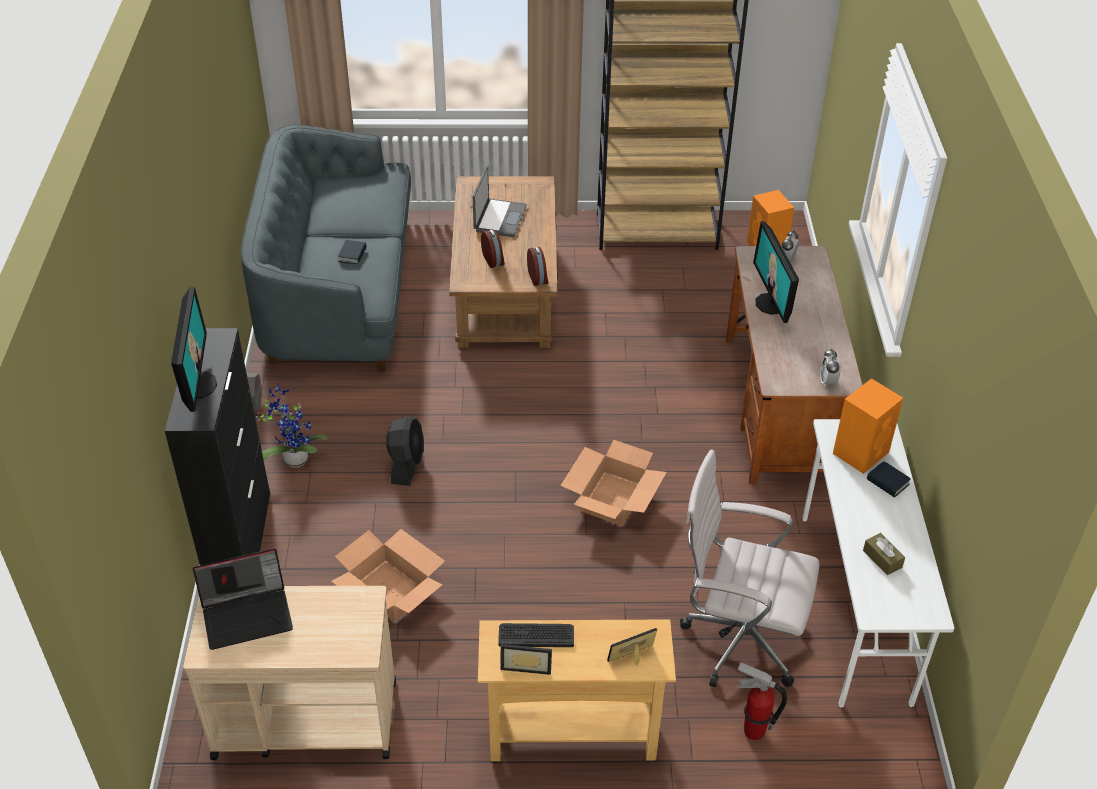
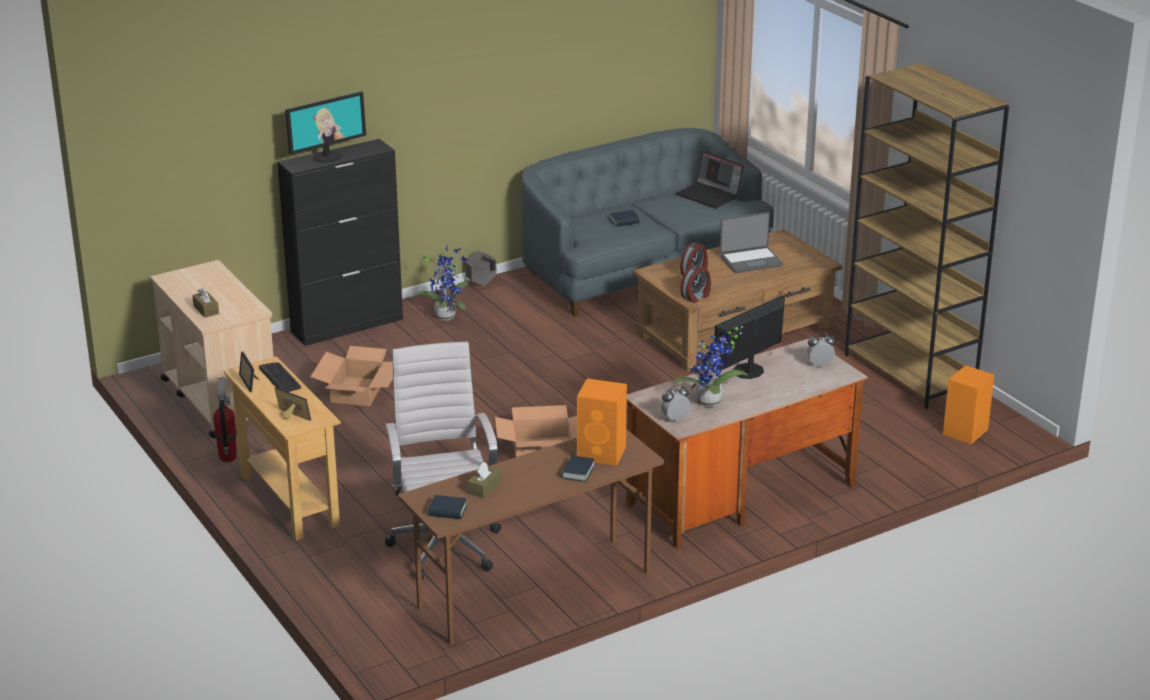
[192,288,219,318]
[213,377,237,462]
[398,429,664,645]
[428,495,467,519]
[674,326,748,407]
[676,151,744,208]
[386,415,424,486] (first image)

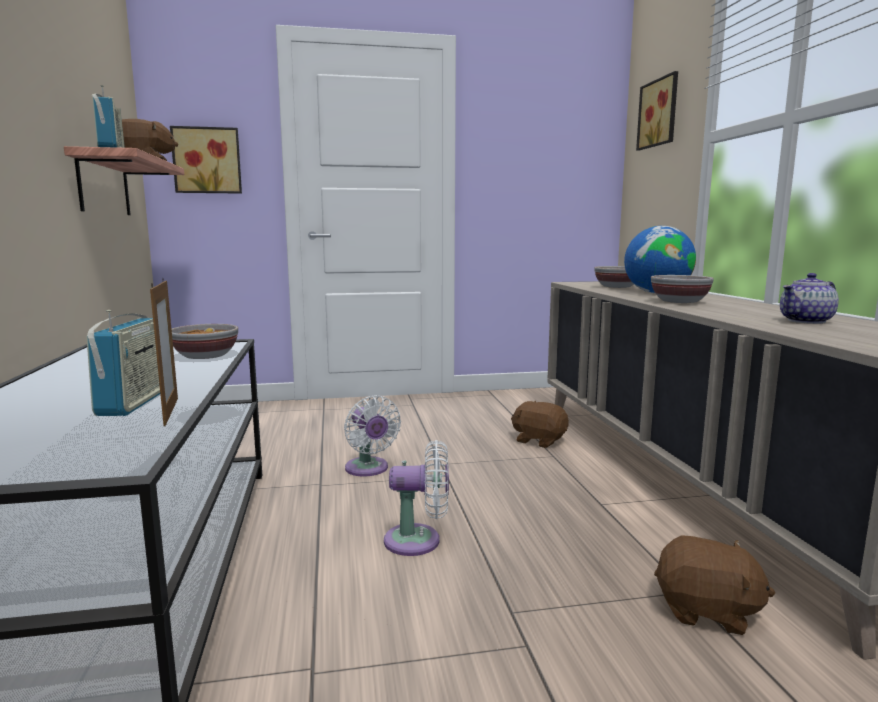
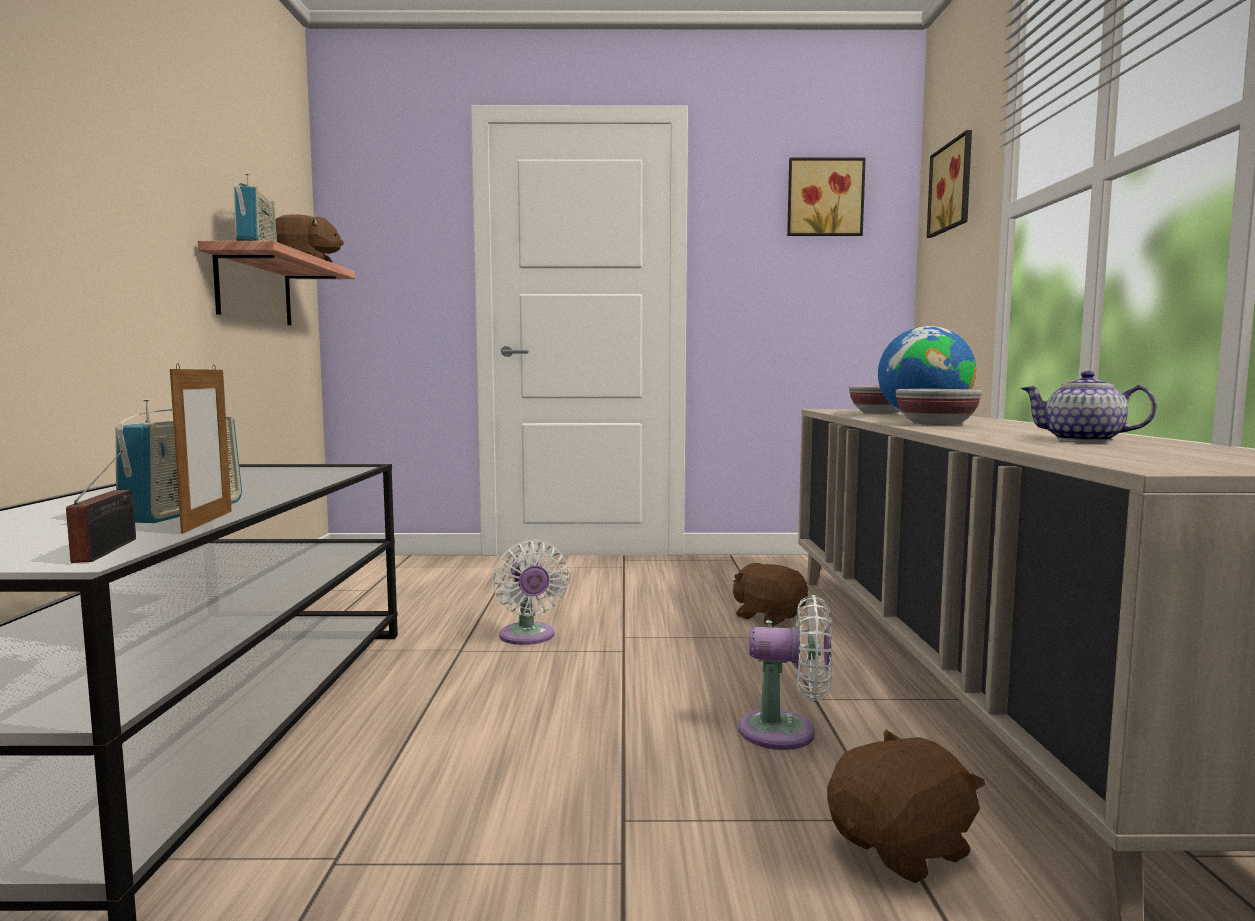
[66,450,136,563]
[738,595,832,750]
[787,158,866,236]
[827,730,986,883]
[1020,371,1157,442]
[172,324,238,359] (first image)

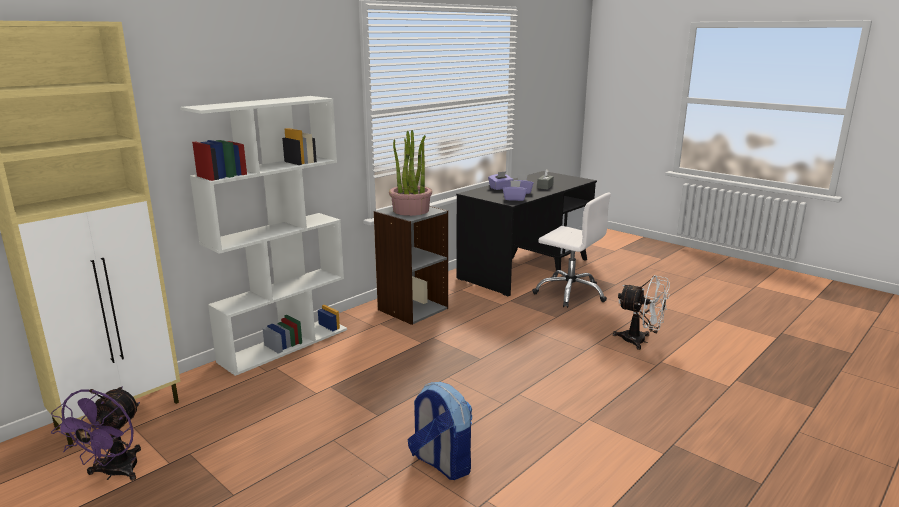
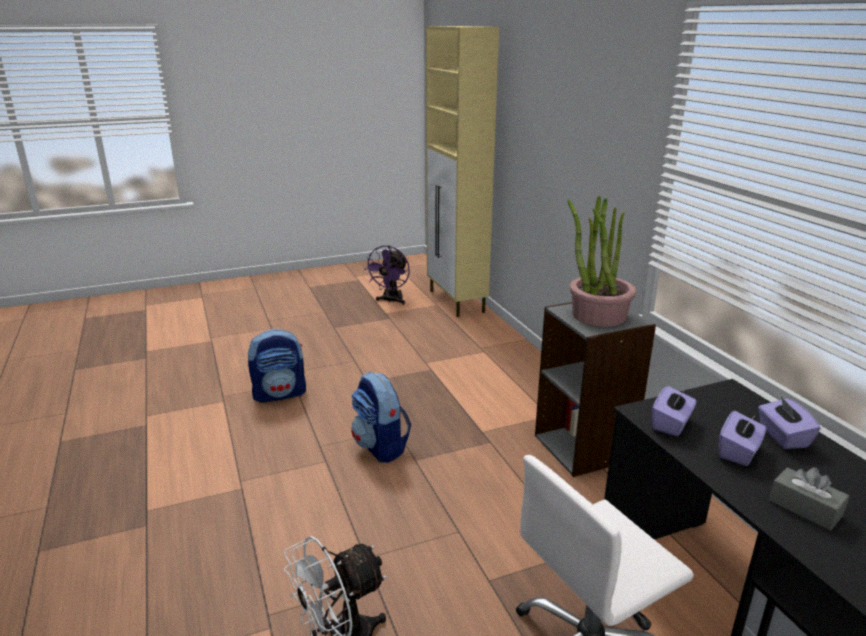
[351,372,411,463]
[364,245,410,305]
[180,96,347,376] (first image)

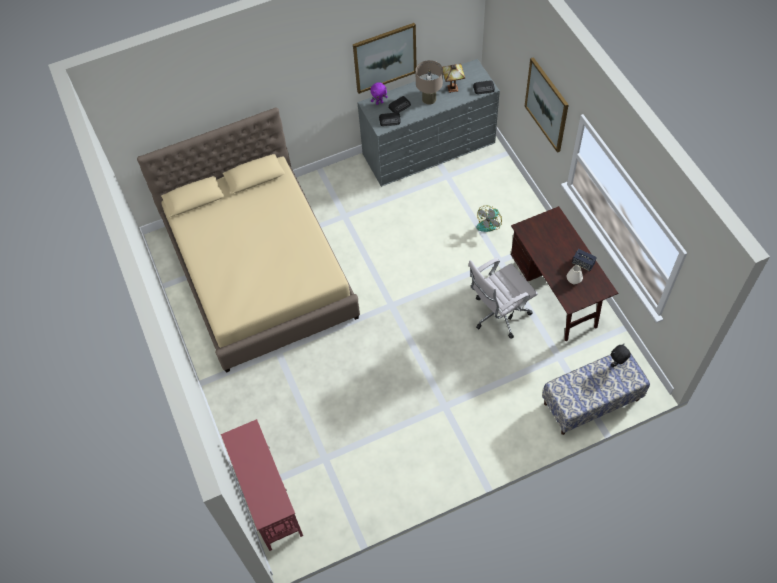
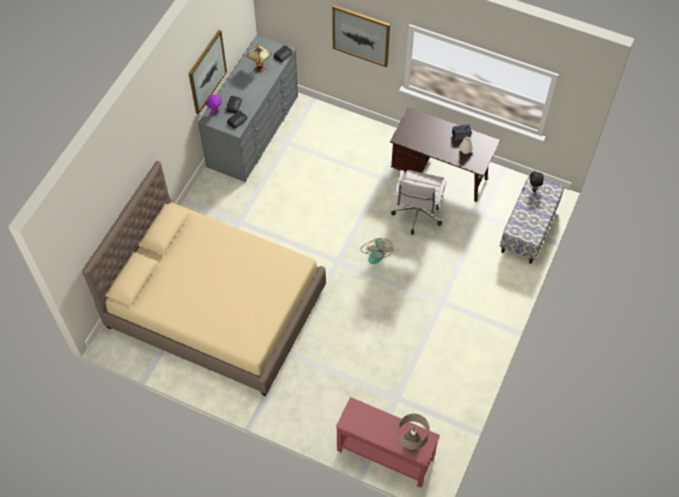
[360,238,394,264]
[398,414,429,452]

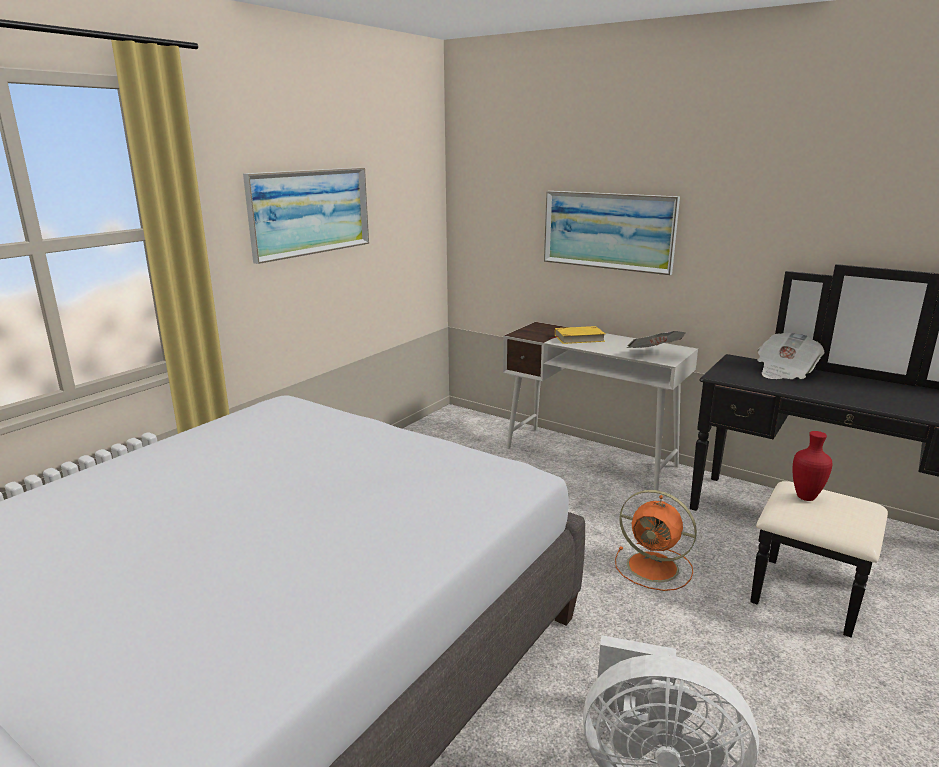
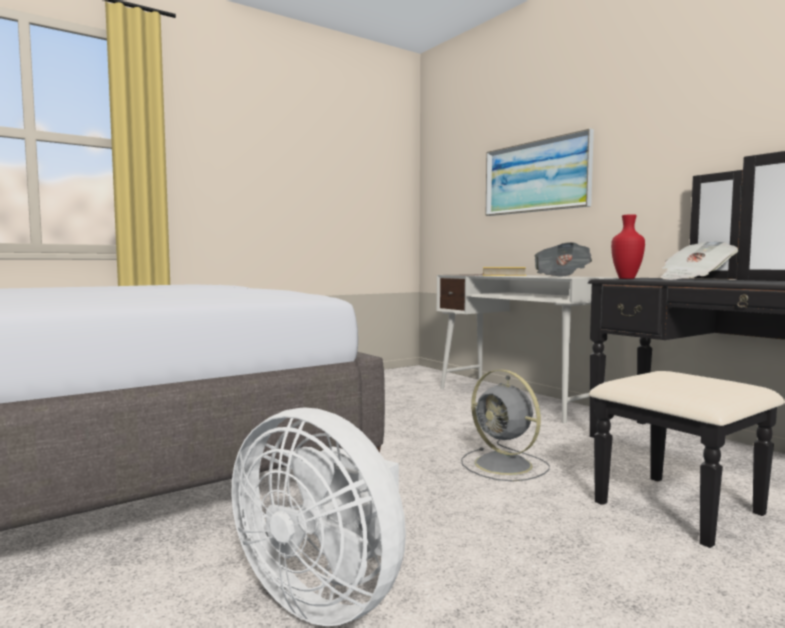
[461,369,550,482]
[611,214,645,279]
[243,167,369,264] (first image)

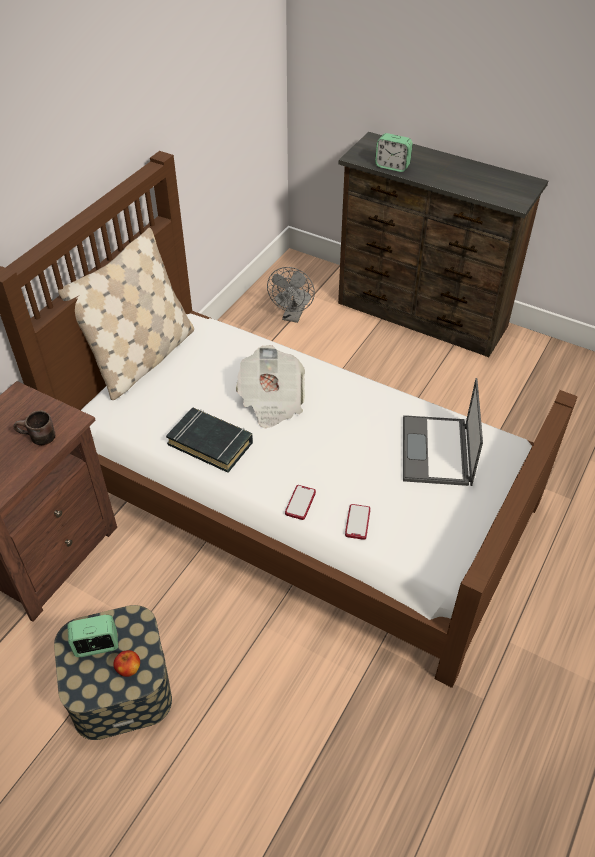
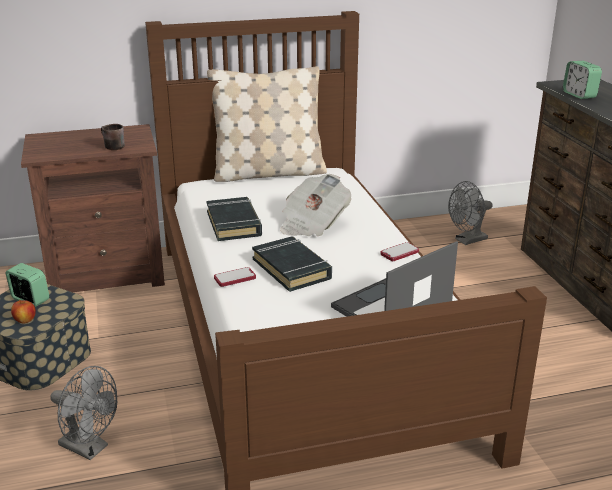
[50,366,117,460]
[252,236,332,292]
[380,242,419,261]

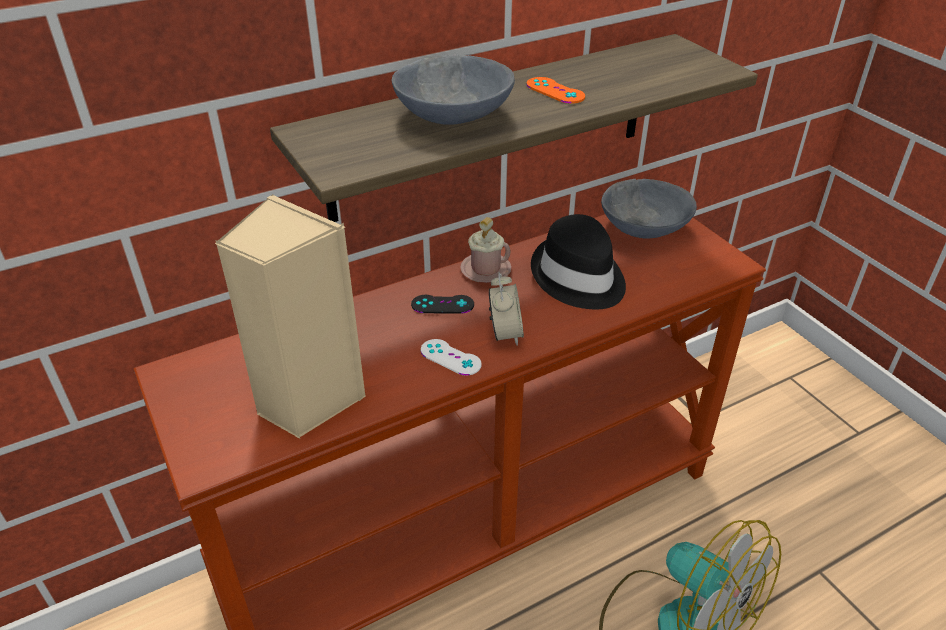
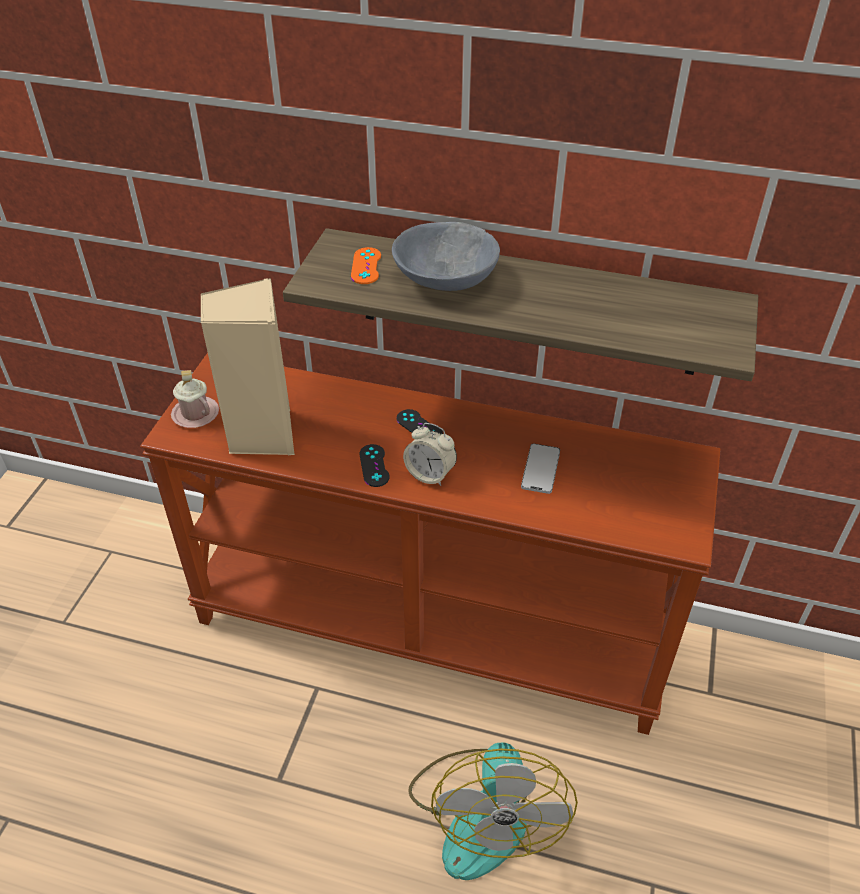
[171,370,219,428]
[351,247,381,284]
[359,444,390,487]
[403,423,457,486]
[521,444,560,494]
[601,179,697,239] (first image)

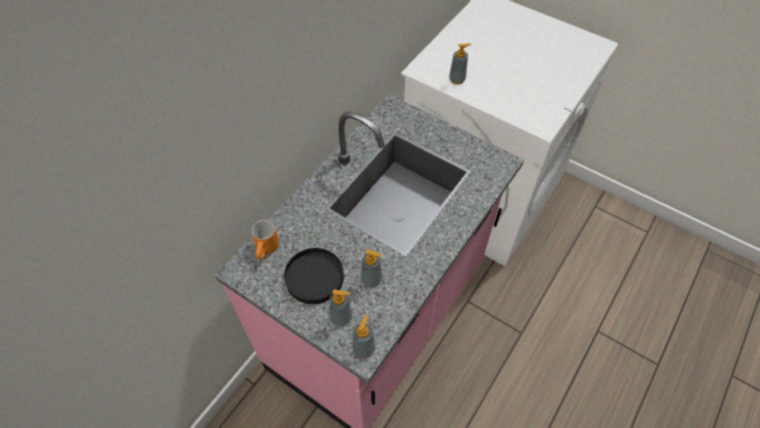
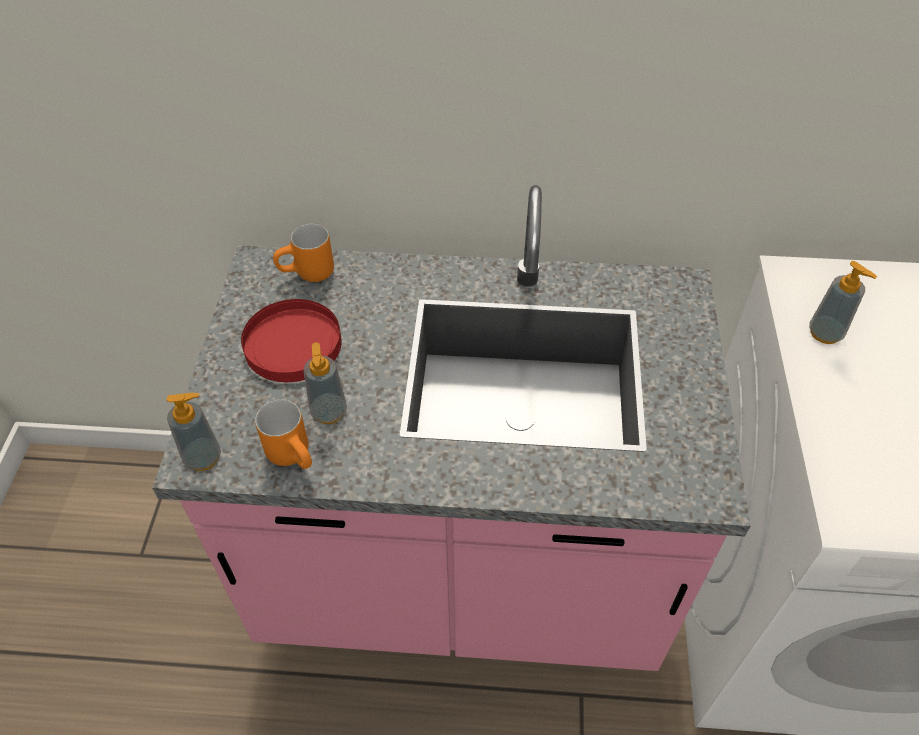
[241,299,342,382]
[255,400,312,469]
[329,290,352,326] (first image)

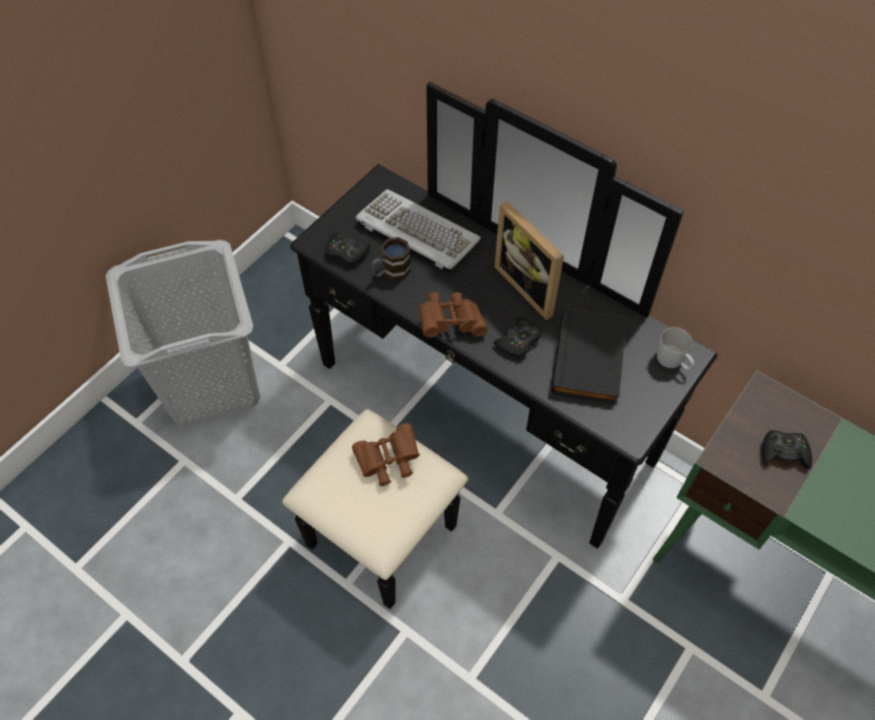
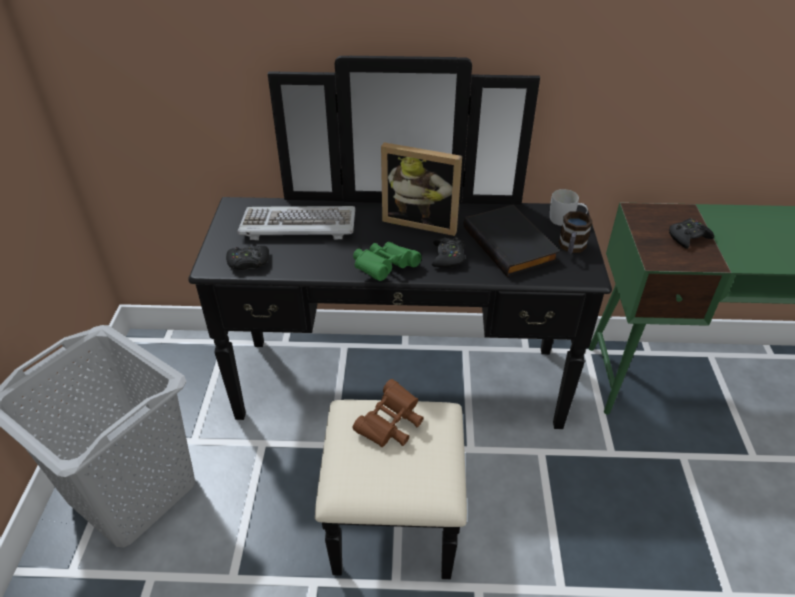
[353,242,422,281]
[559,211,593,254]

